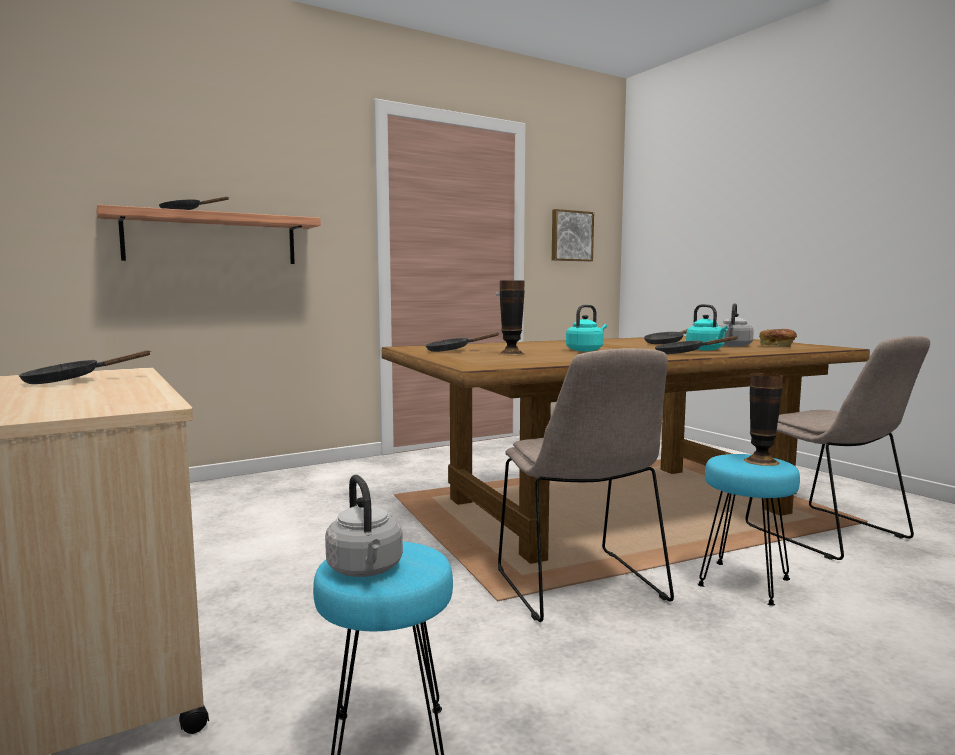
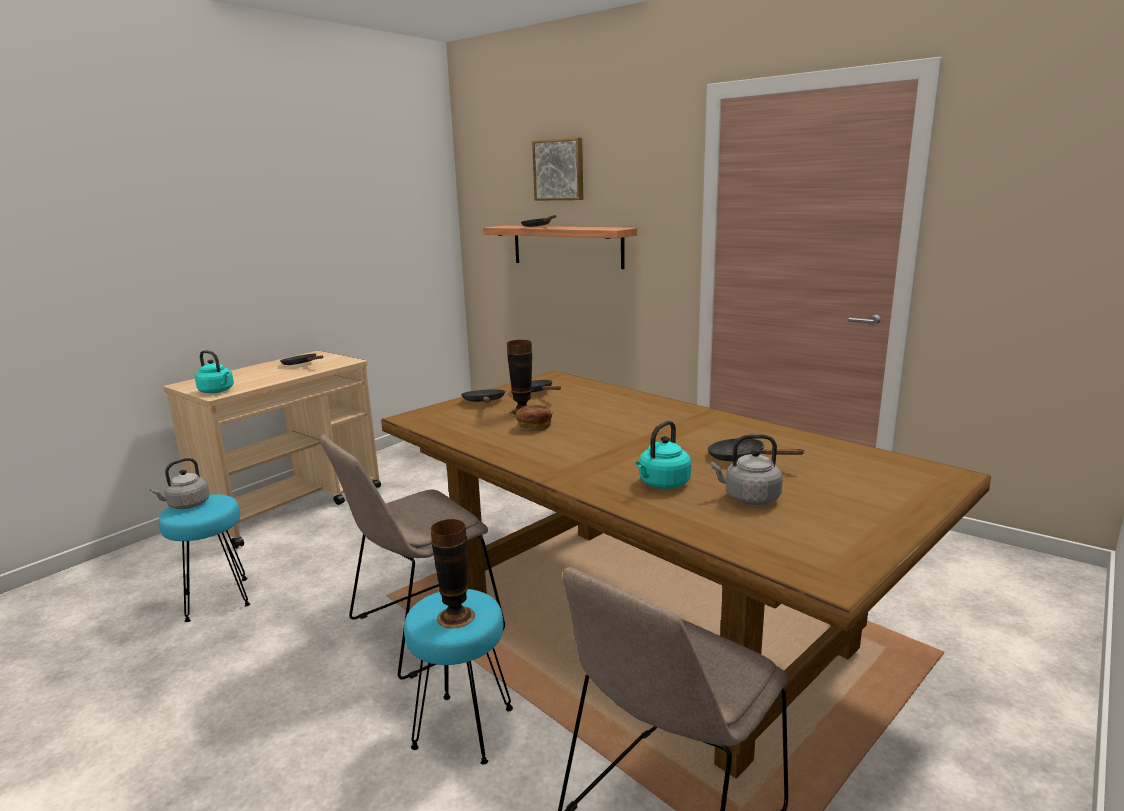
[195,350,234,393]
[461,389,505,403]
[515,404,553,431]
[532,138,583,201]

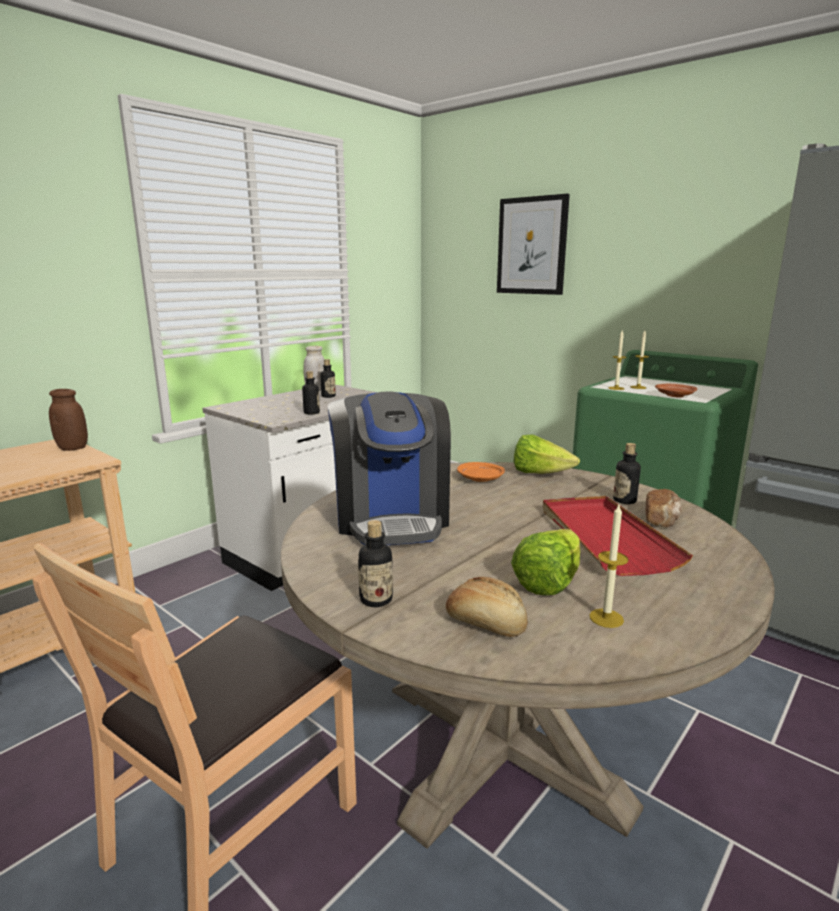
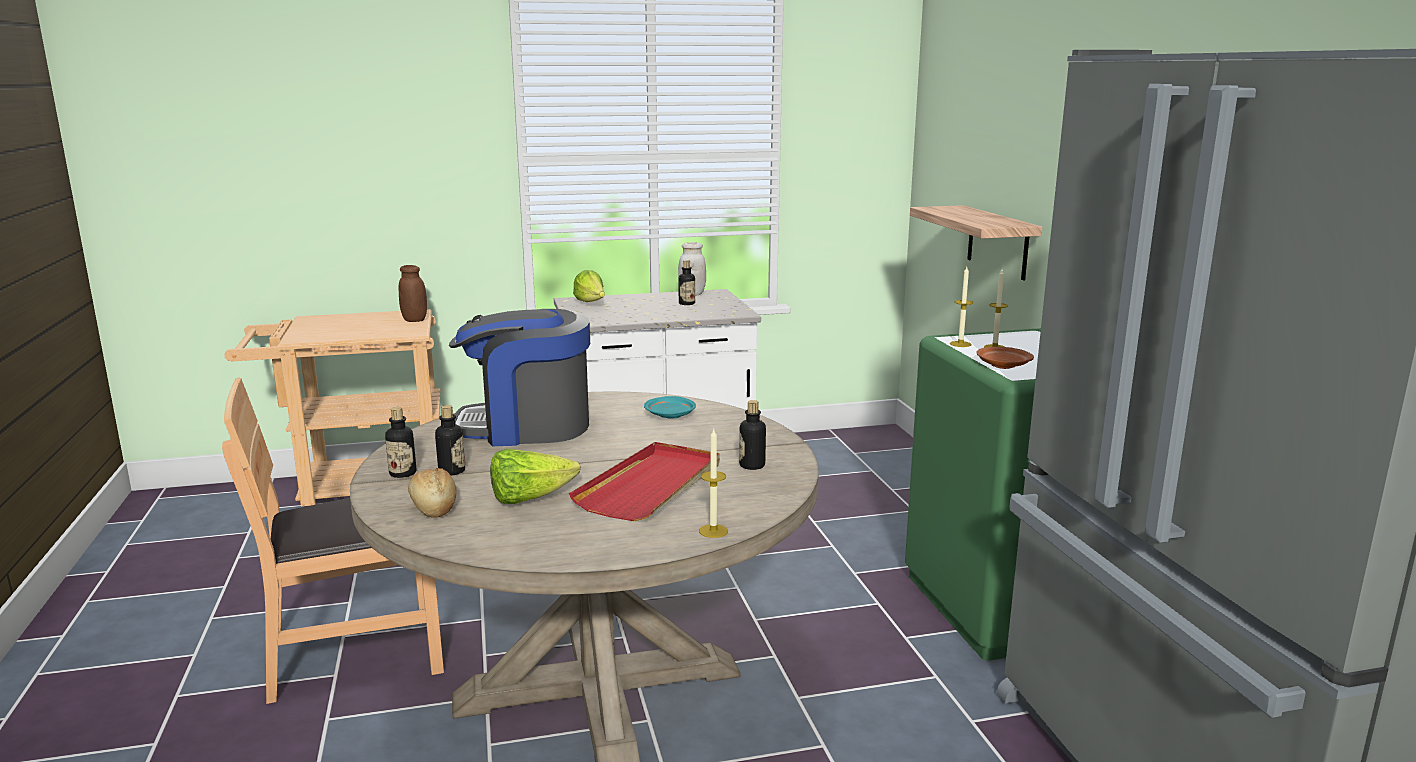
[435,405,465,475]
[449,309,590,446]
[573,270,605,302]
[644,396,696,419]
[699,429,728,538]
[910,205,1042,281]
[497,194,570,295] (first image)
[646,489,681,527] (first image)

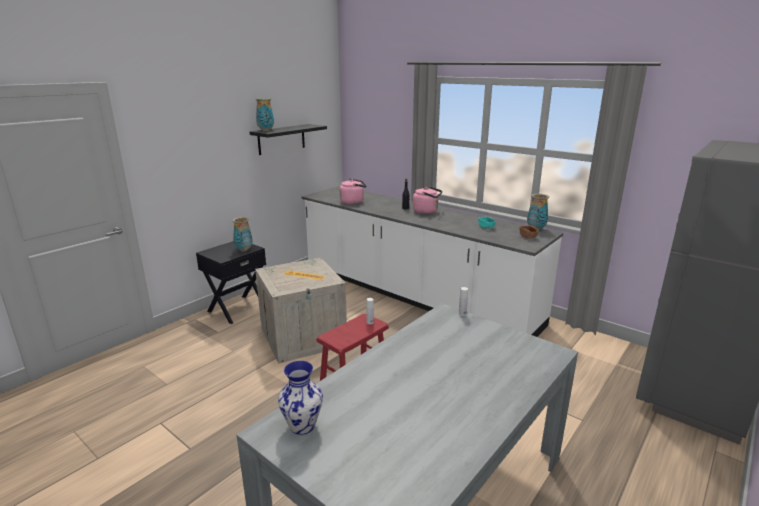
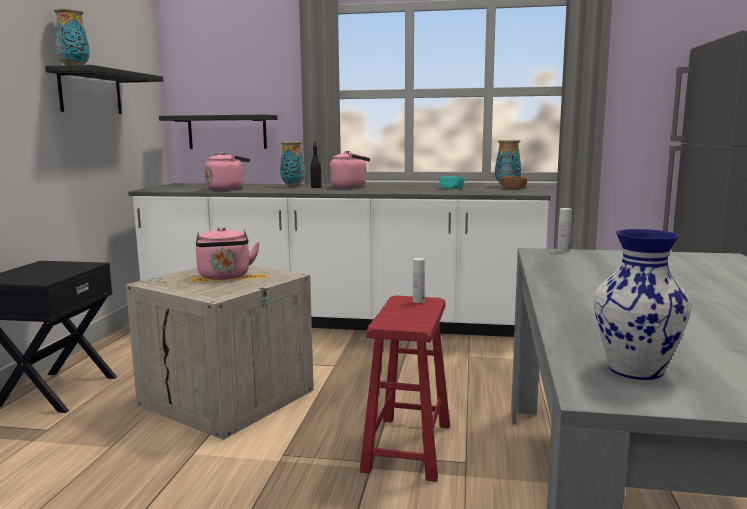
[159,115,277,149]
[196,227,260,280]
[280,141,305,187]

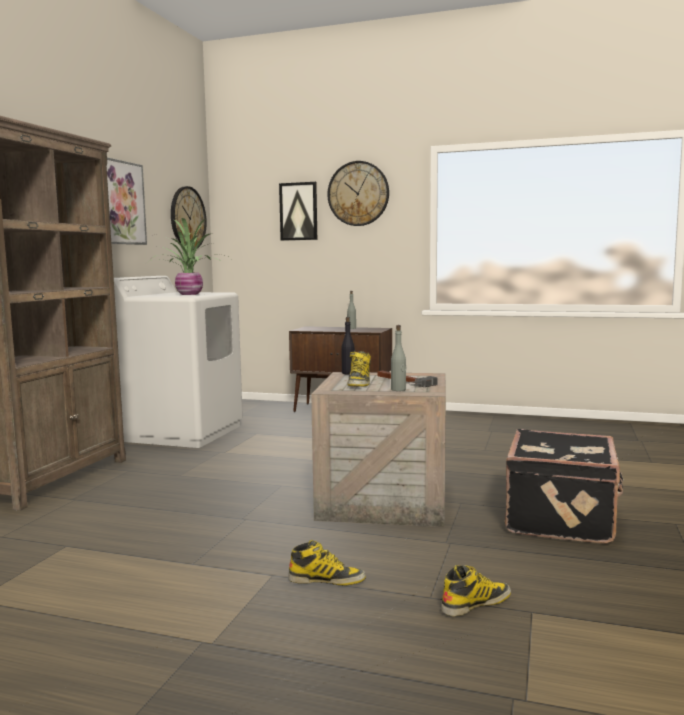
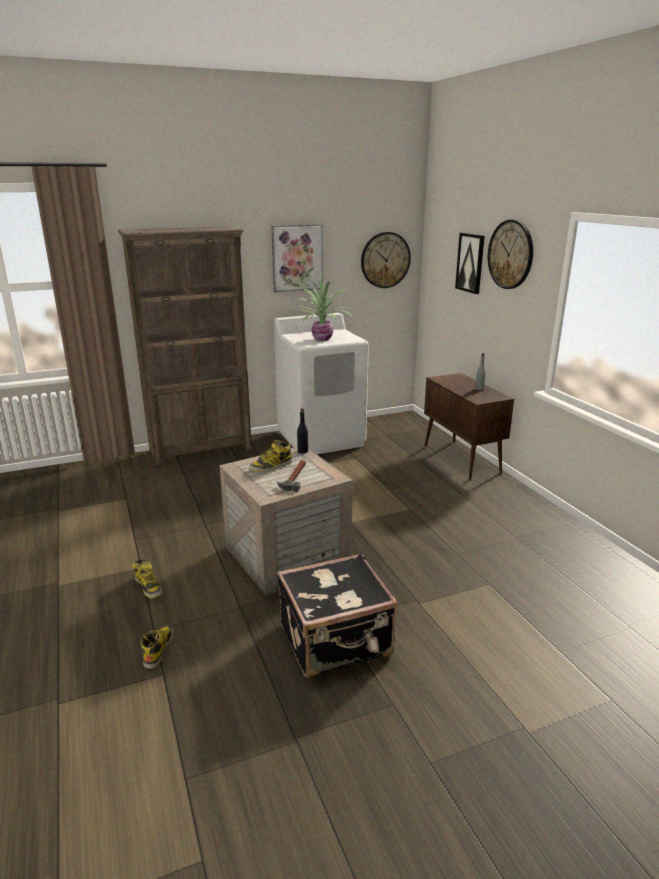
[141,625,173,669]
[391,325,406,391] (first image)

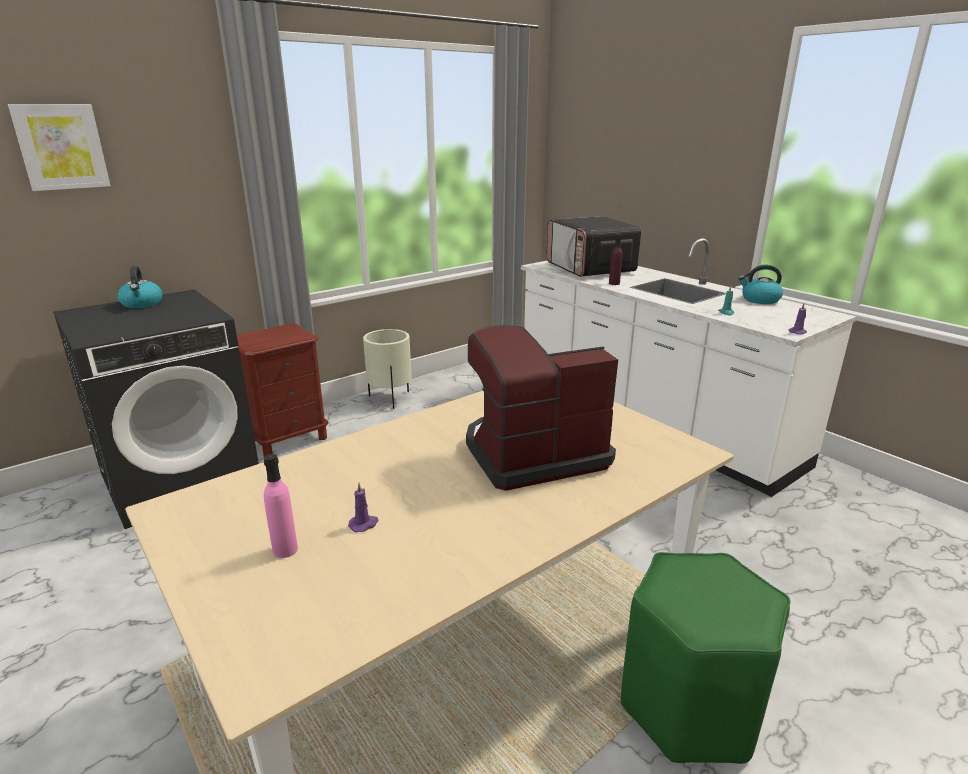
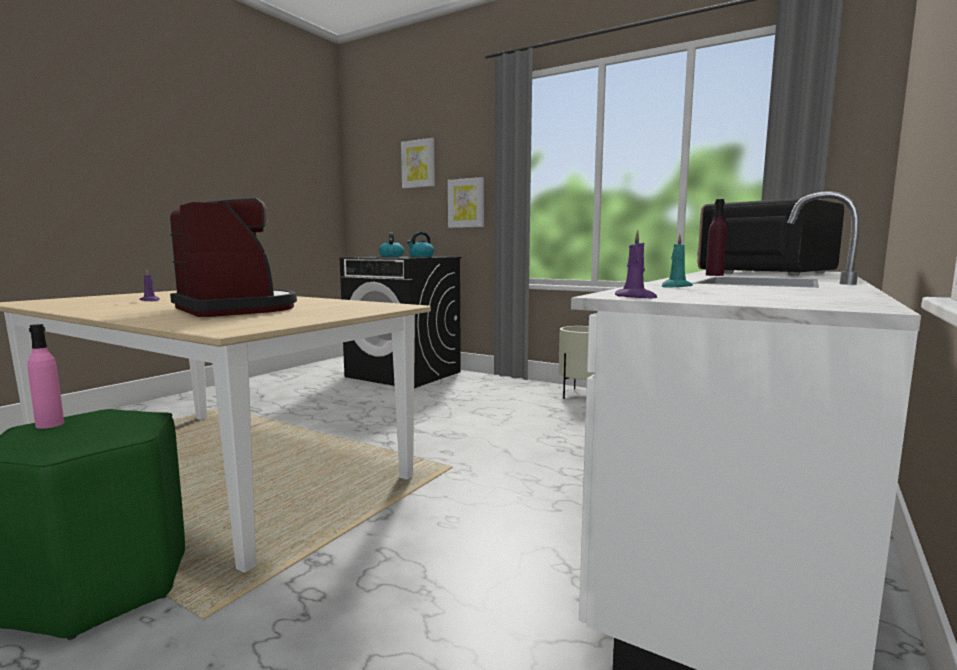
[27,324,64,429]
[379,232,404,257]
[448,177,484,228]
[237,323,328,457] (first image)

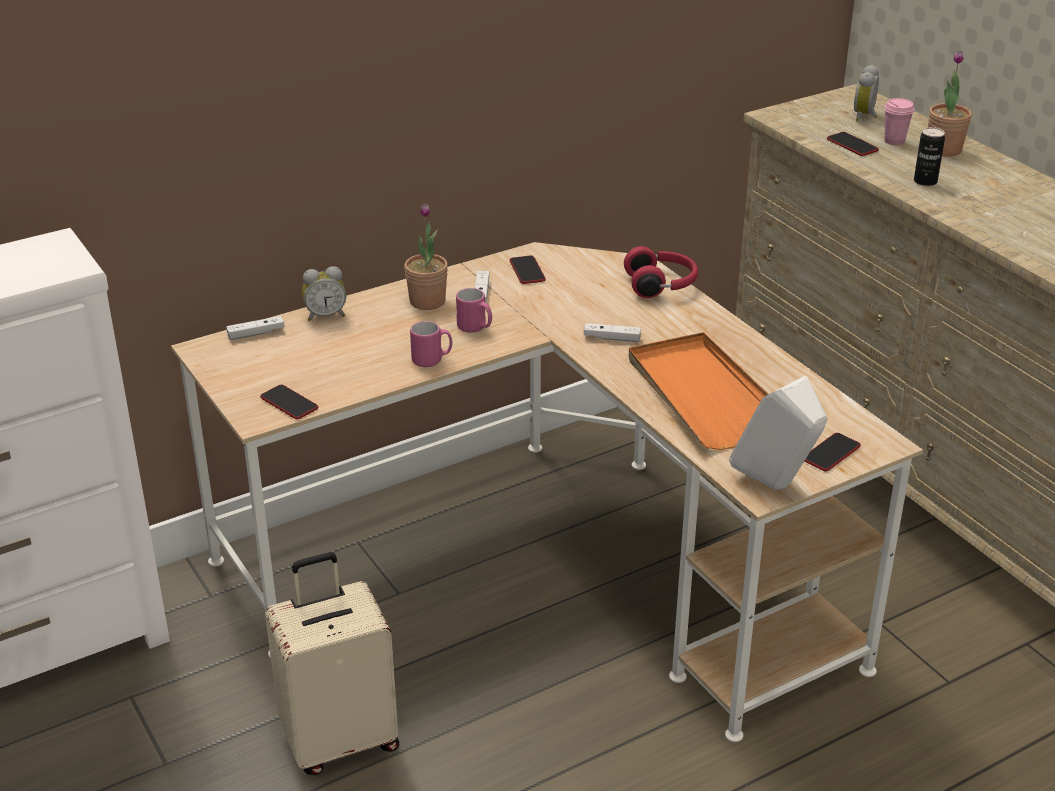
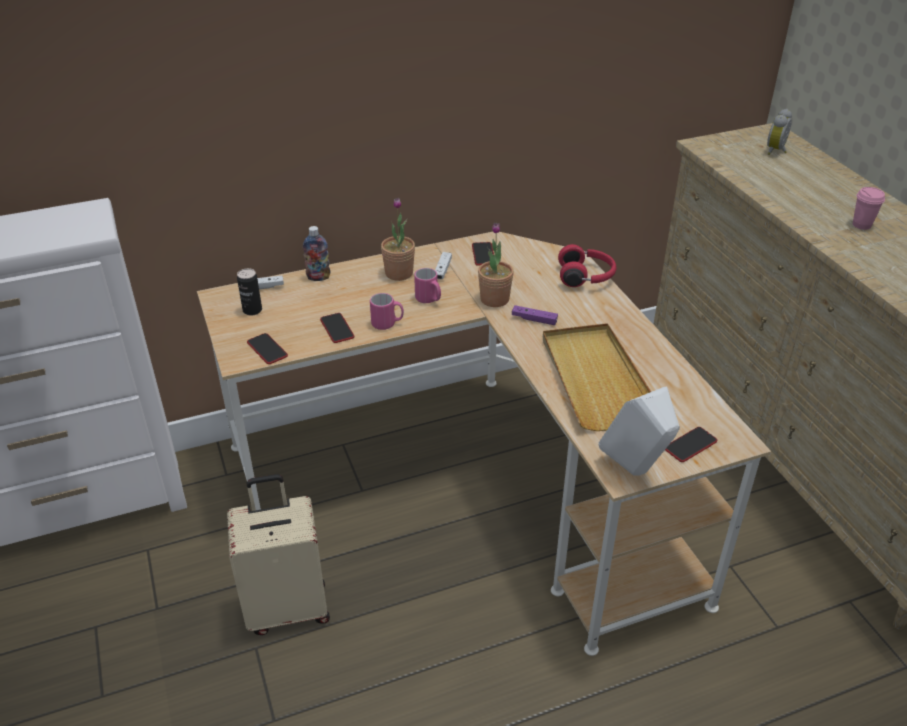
[237,268,262,316]
[303,226,330,281]
[320,313,354,343]
[478,222,514,307]
[512,305,558,325]
[543,323,651,431]
[853,187,885,230]

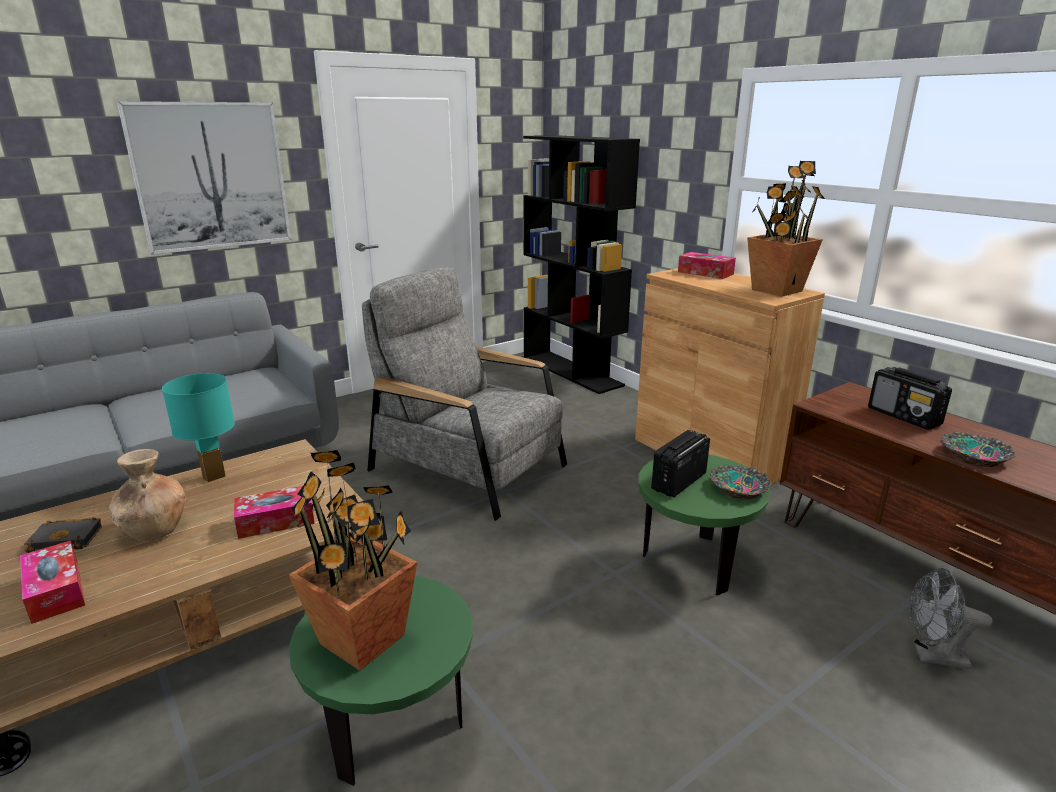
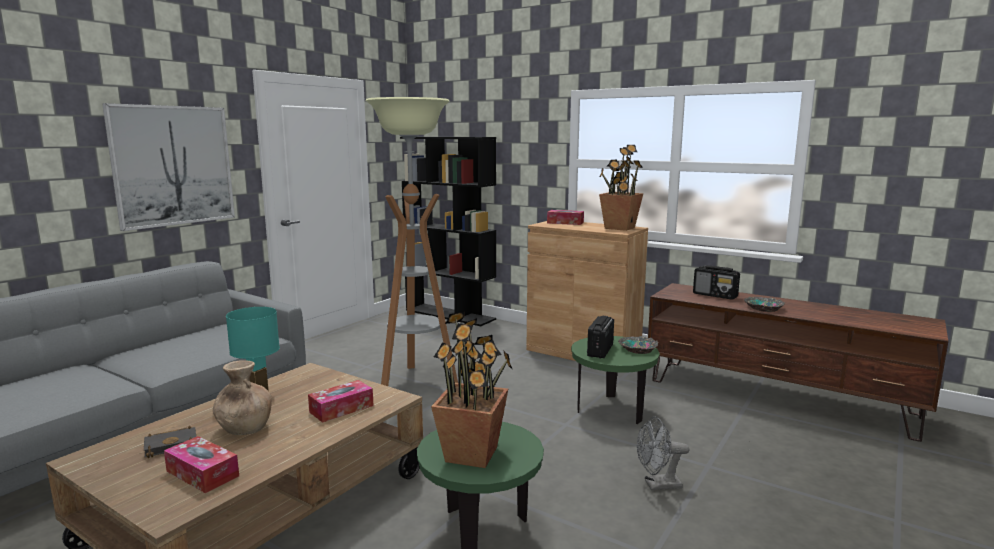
[366,97,458,386]
[637,417,689,490]

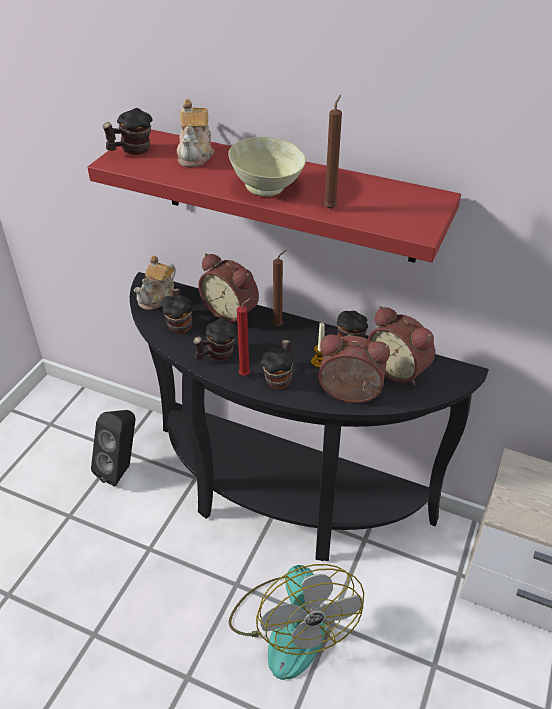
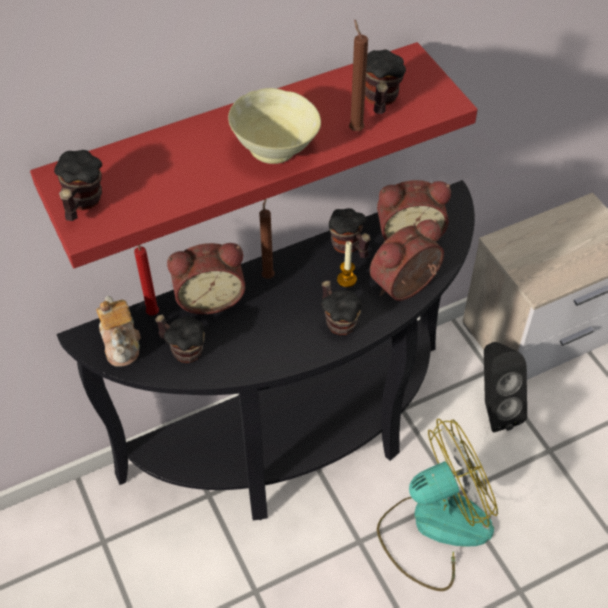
[134,245,159,315]
[365,50,406,114]
[377,419,498,591]
[484,342,527,432]
[177,99,214,167] (first image)

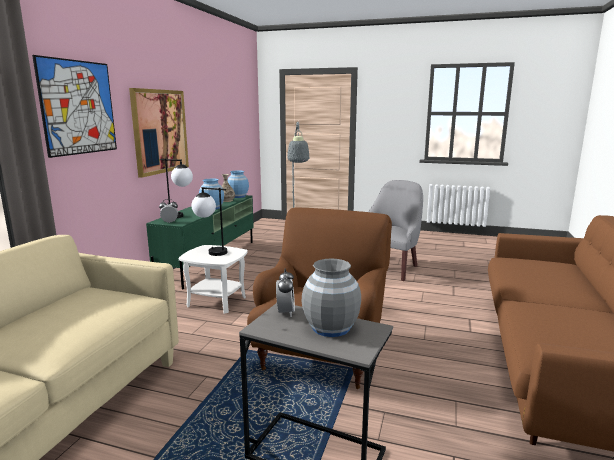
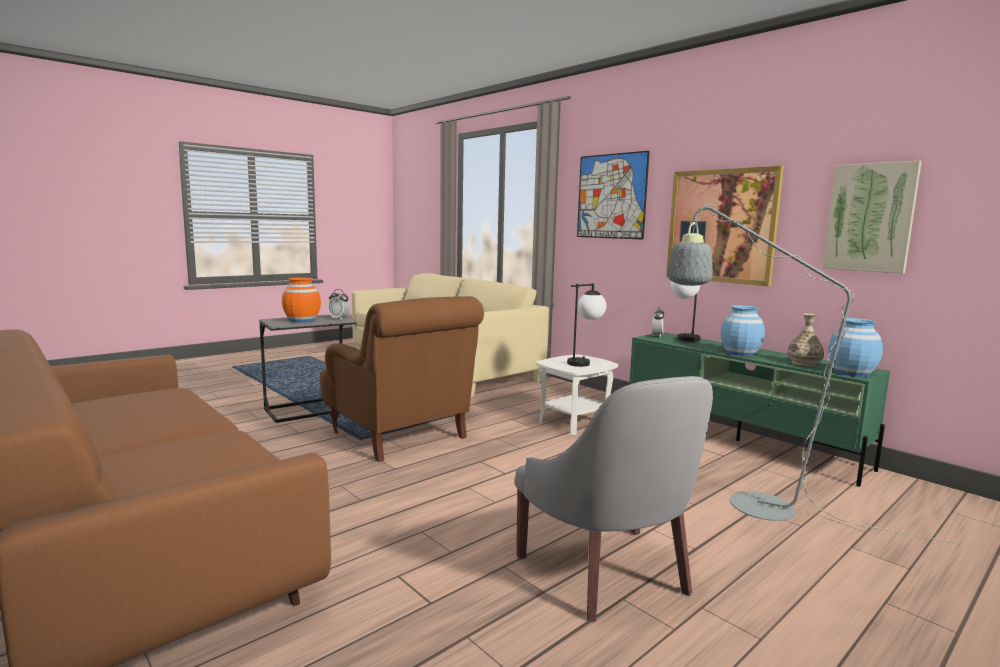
[282,277,321,323]
[823,161,922,273]

